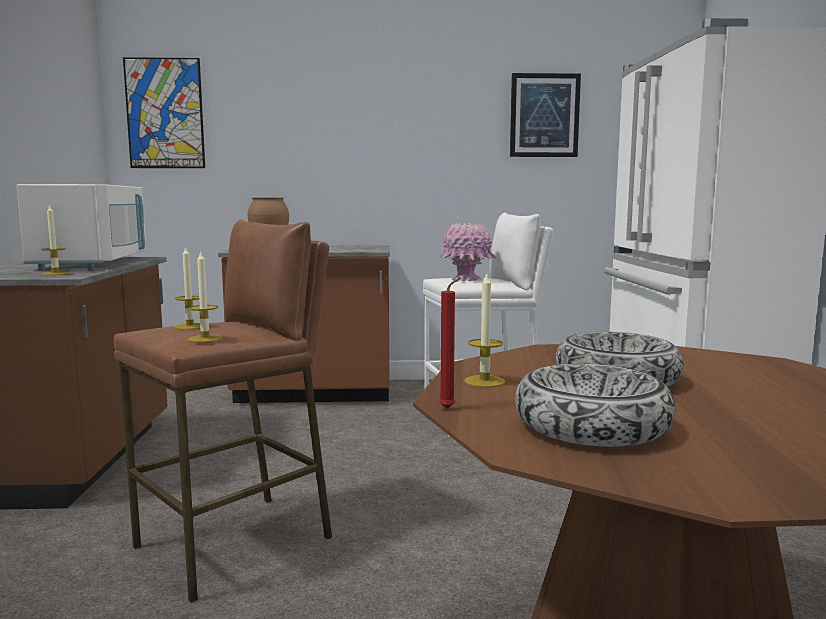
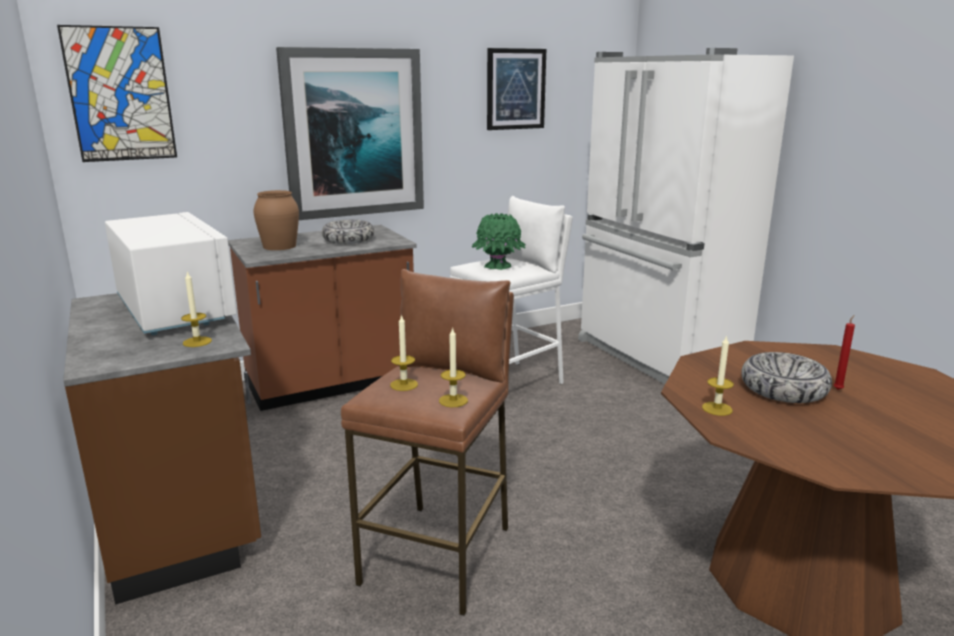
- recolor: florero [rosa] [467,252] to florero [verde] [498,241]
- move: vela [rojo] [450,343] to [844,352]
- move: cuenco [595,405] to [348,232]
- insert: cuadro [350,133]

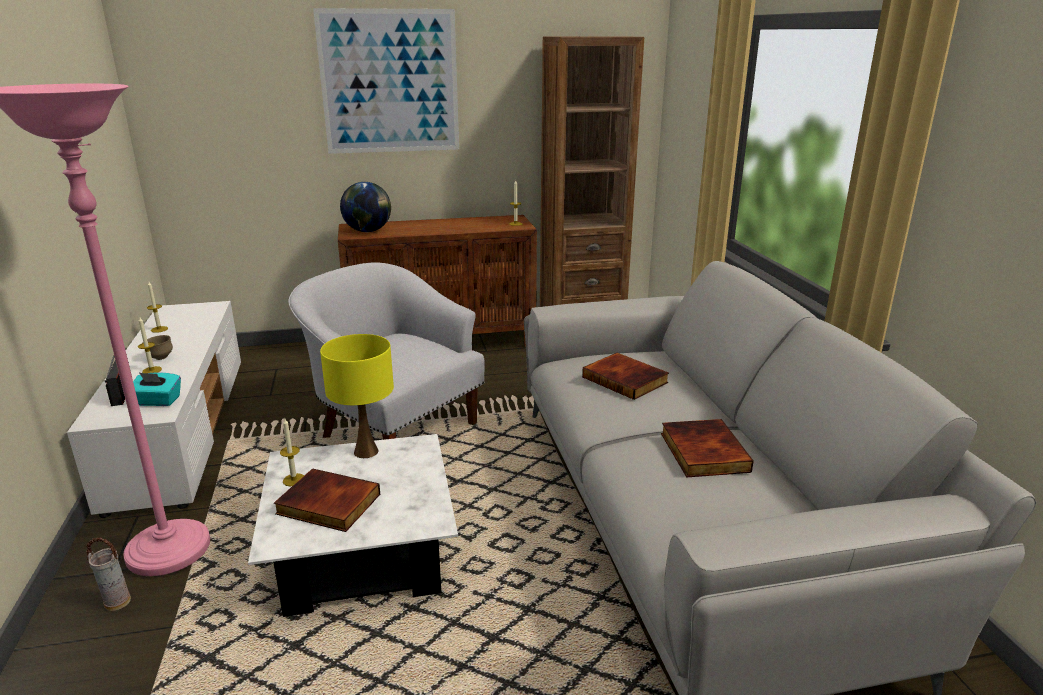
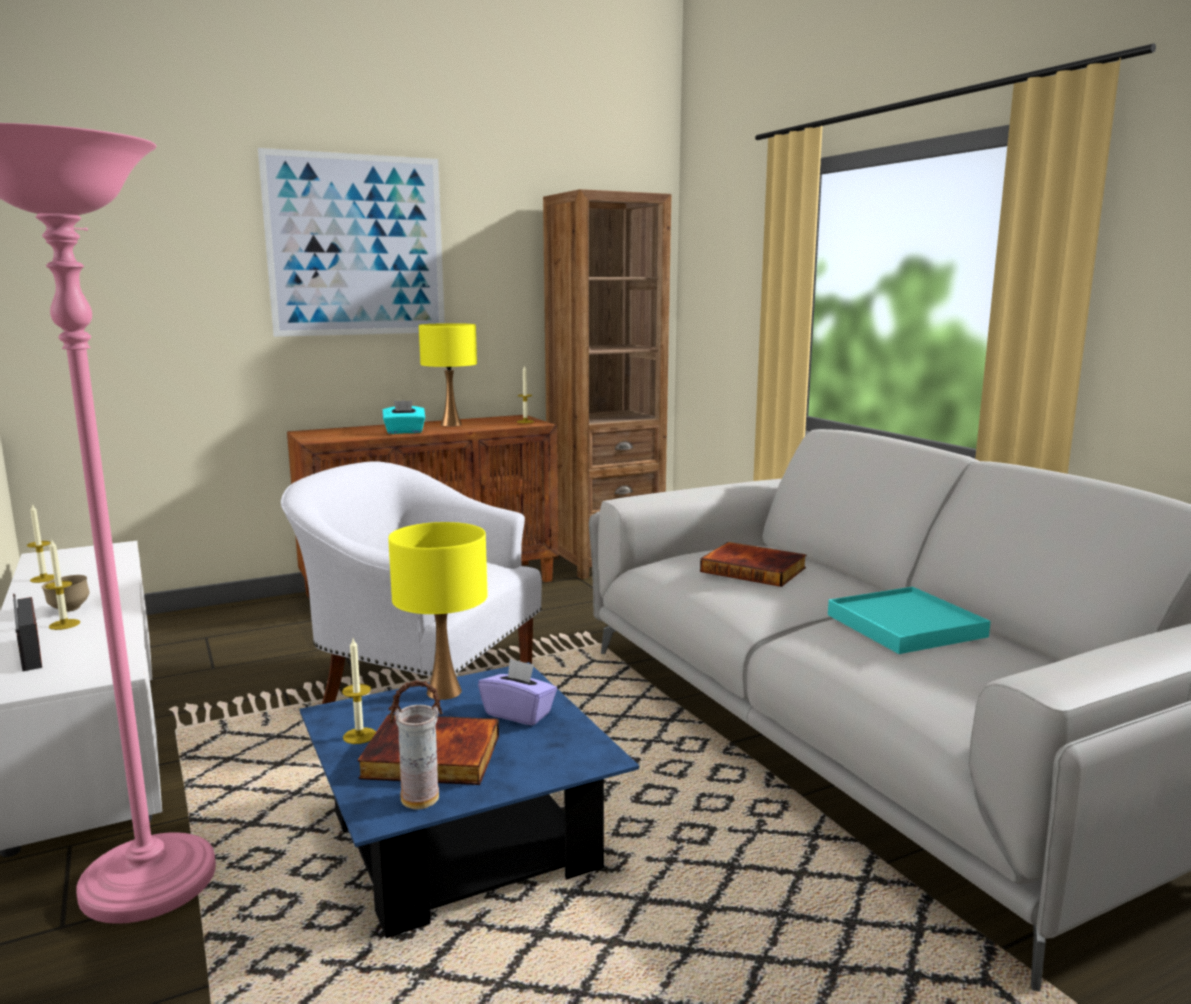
- move: florero [108,574] to [415,745]
- move: caja de pañuelos [turquesa] [157,389] to [403,417]
- recolor: mesa de centro [blanco] [353,525] to mesa de centro [azul] [469,800]
- delete: globo terráqueo [365,207]
- replace: libro [707,448] to bandeja [turquesa] [909,620]
- insert: lámpara de mesa [amarillo] [448,374]
- insert: caja de pañuelos [morado] [517,692]

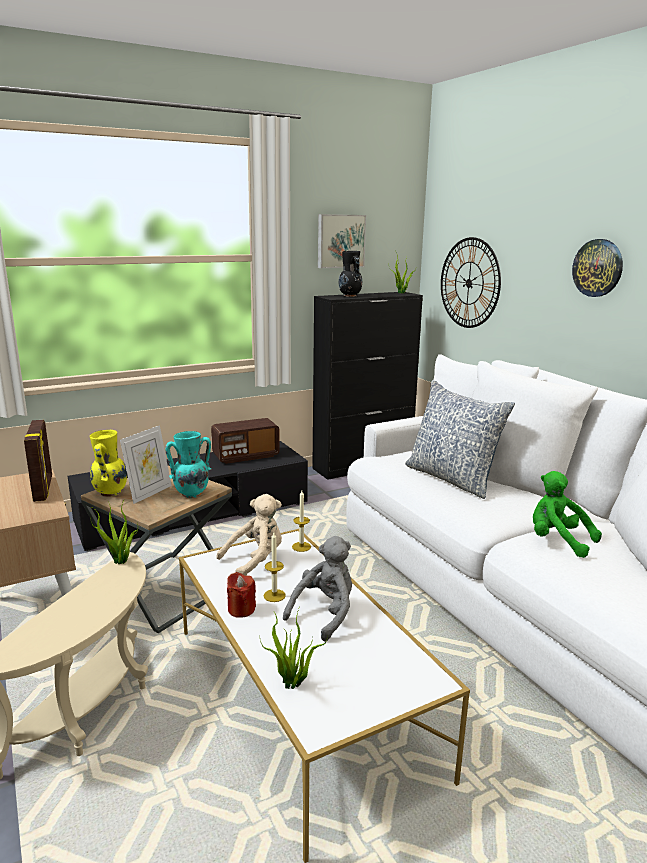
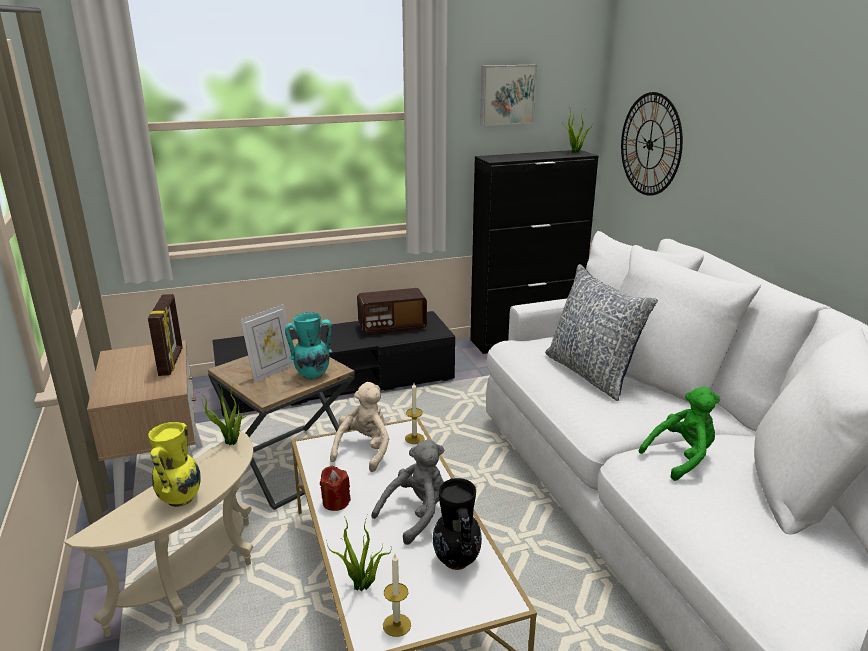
- move: florero [amarillo] [108,463] to [174,464]
- rotate: peluche [beis] [249,535] = [359,427] 45 degrees counterclockwise
- move: vela [275,567] to [397,595]
- move: florero [negro] [350,274] to [457,524]
- rotate: peluche [verde] [567,514] = [679,434] 105 degrees clockwise
- delete: reloj de pared [597,268]

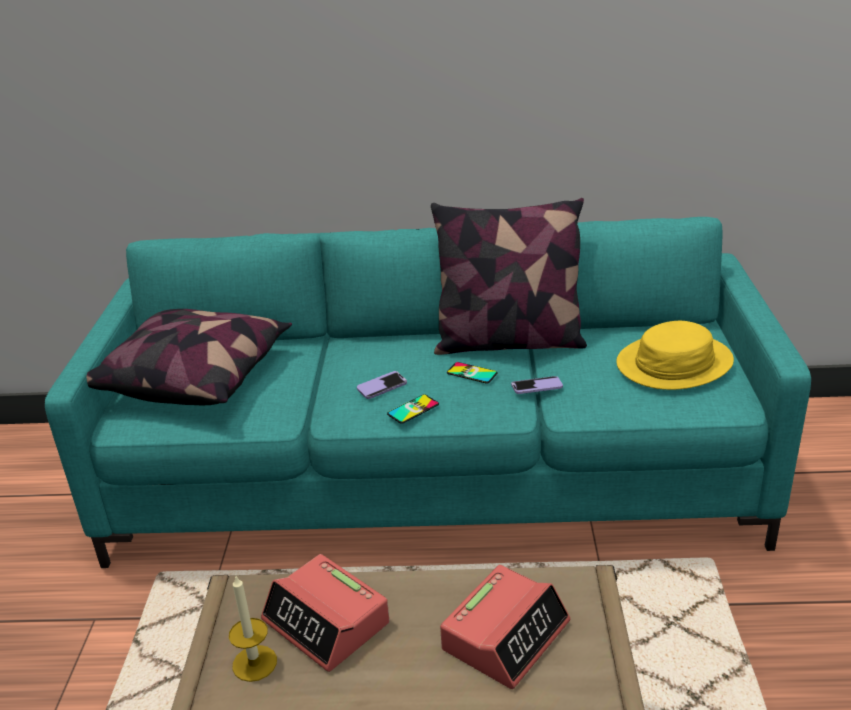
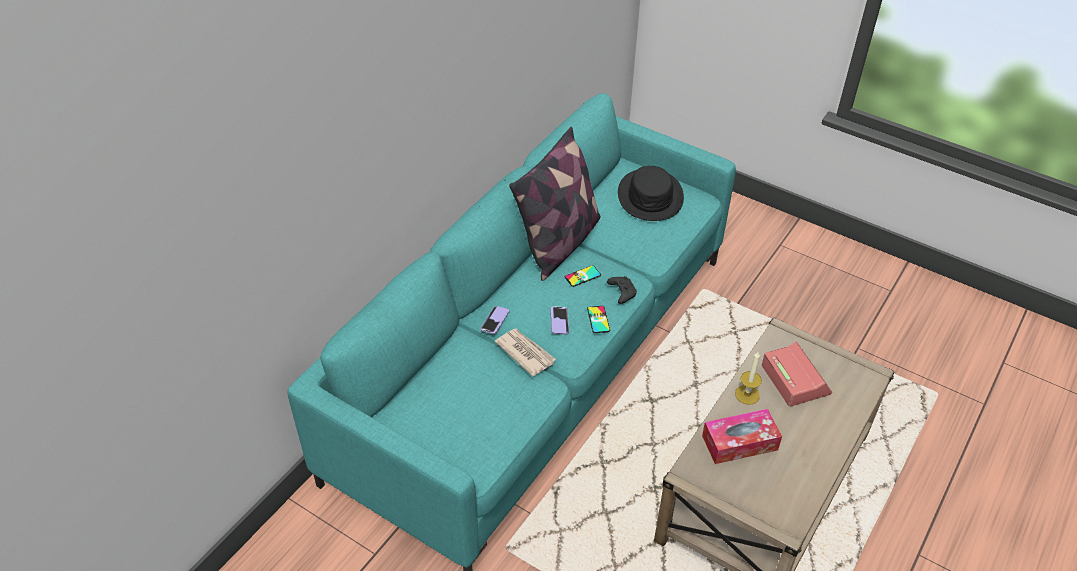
- delete: cojín [189,357]
- move: vela [253,629] to [748,378]
- replace: despertador [325,613] to caja de pañuelos [742,436]
- move: móvil [537,385] to [494,320]
- recolor: sombrero [amarillo] [675,355] to sombrero [negro] [651,193]
- insert: periódico [525,353]
- insert: mando de consola [negro] [622,290]

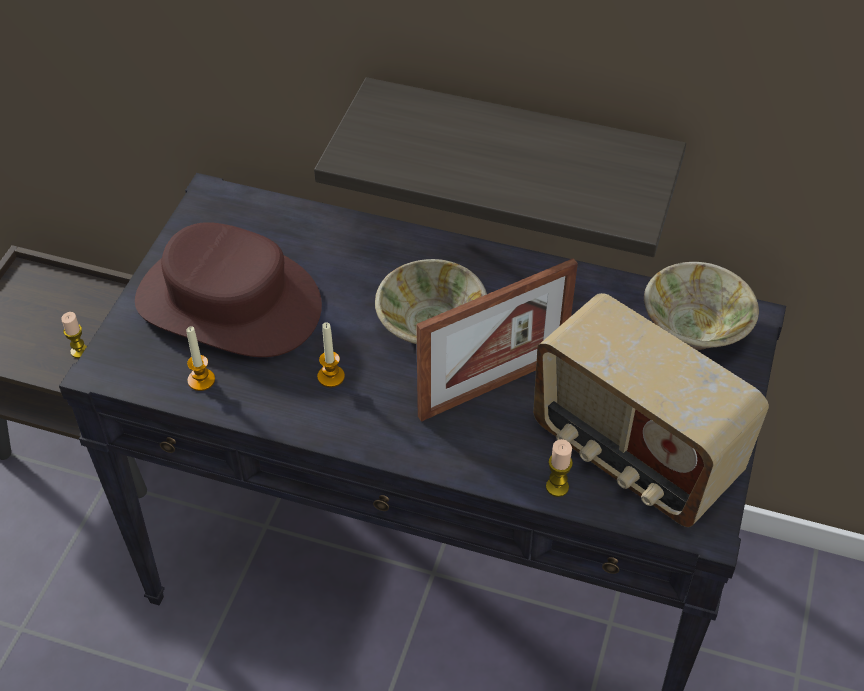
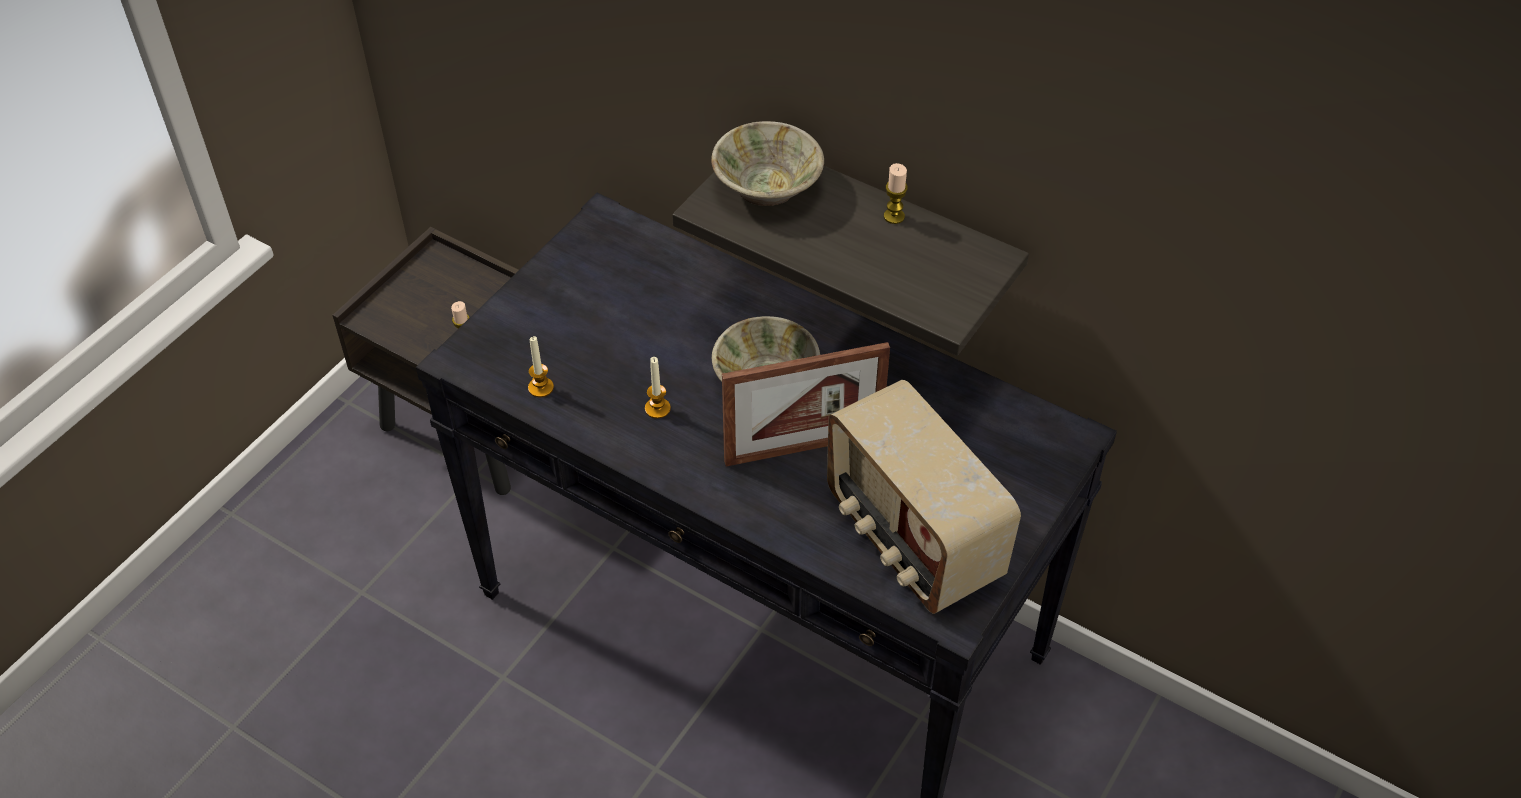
- delete: sombrero [marrón] [228,289]
- move: vela [559,468] to [896,193]
- move: cuenco [beis] [701,306] to [767,163]

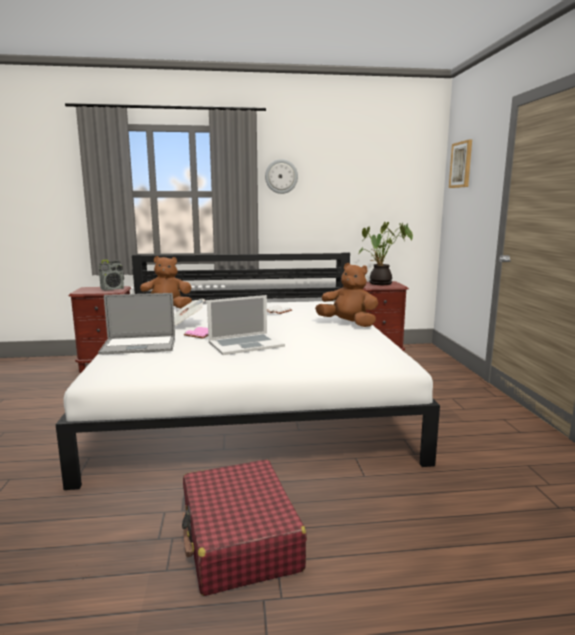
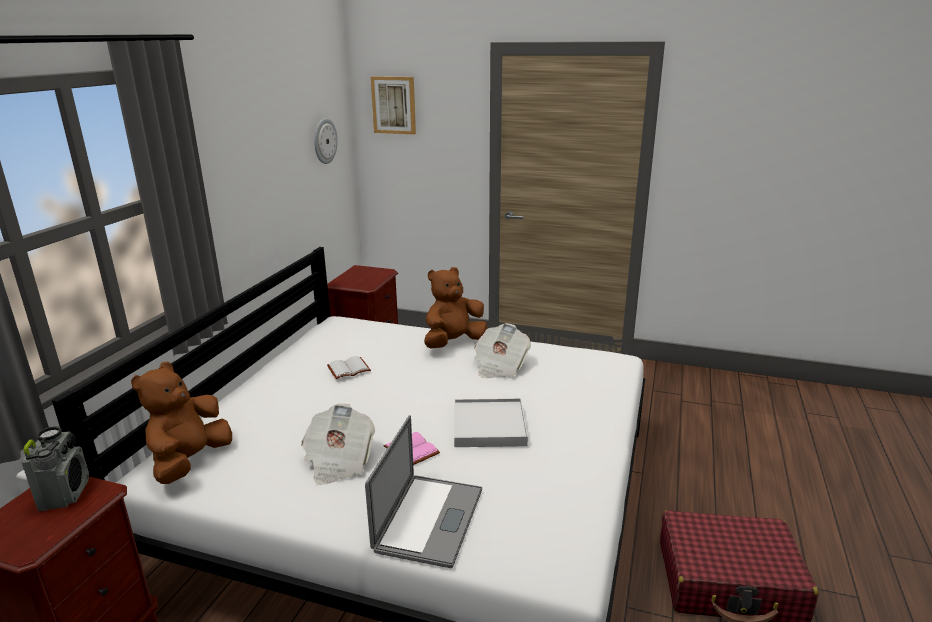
- replace: portátil [246,325] to bandeja [blanco] [491,422]
- move: reloj de pared [281,176] to [326,141]
- delete: planta en maceta [386,253]
- insert: periódico [502,350]

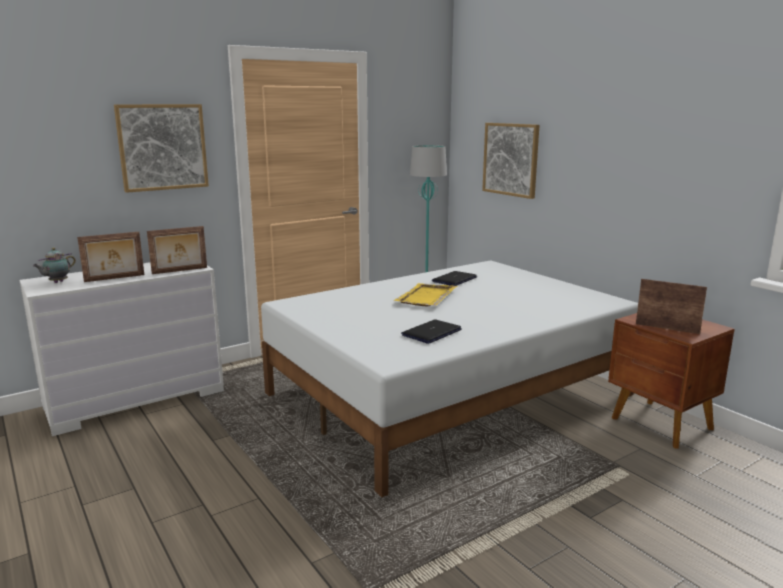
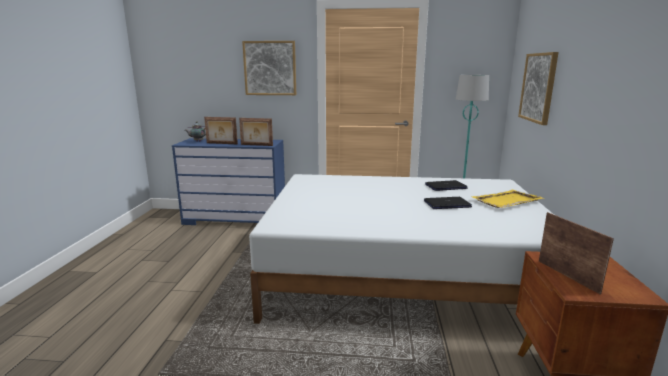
- recolor: cómoda [blanco] [121,349] to cómoda [azul] [228,181]
- move: bandeja [amarillo] [425,295] to [508,199]
- move: portátil [431,331] to [448,203]

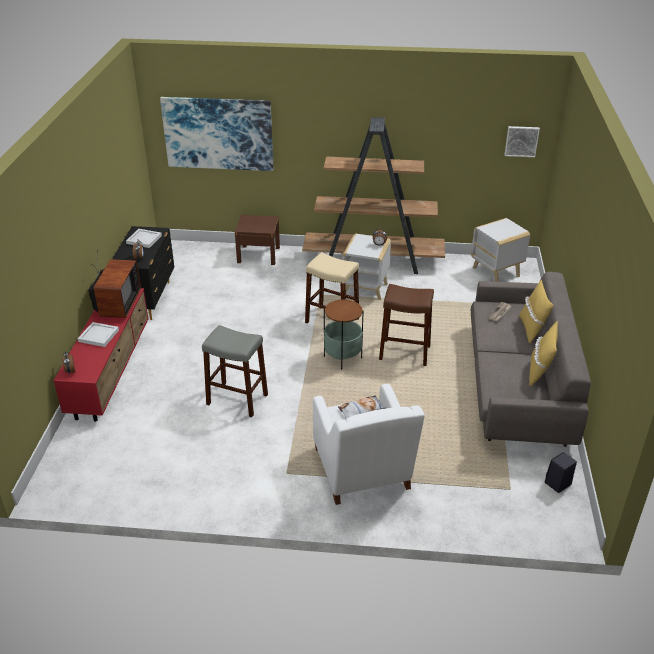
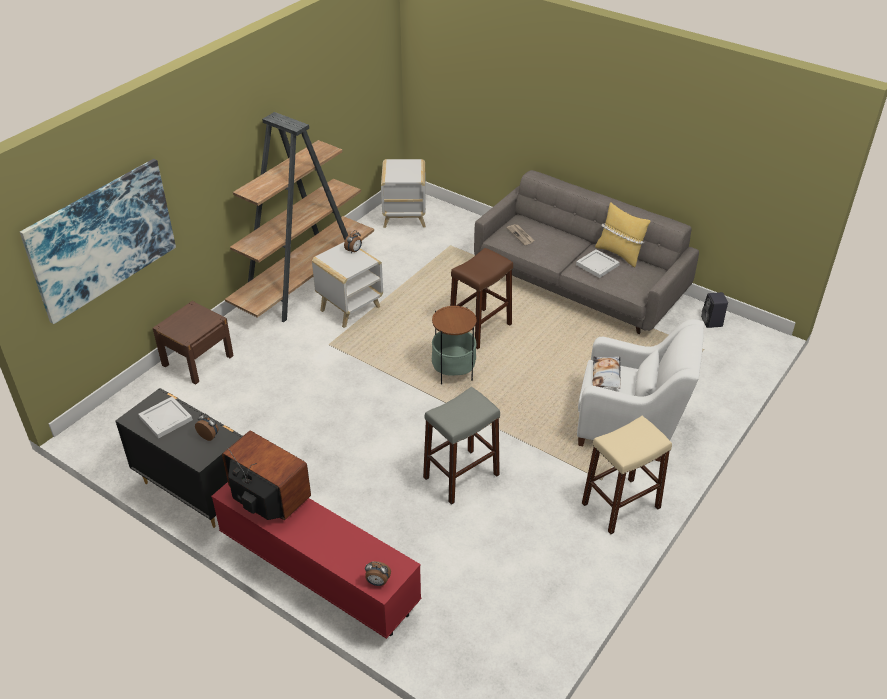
- move: bandeja [blanco] [98,334] to [598,263]
- move: taburete [beis] [332,287] to [627,475]
- delete: cuadro [522,141]
- delete: cojín [amarillo] [536,311]

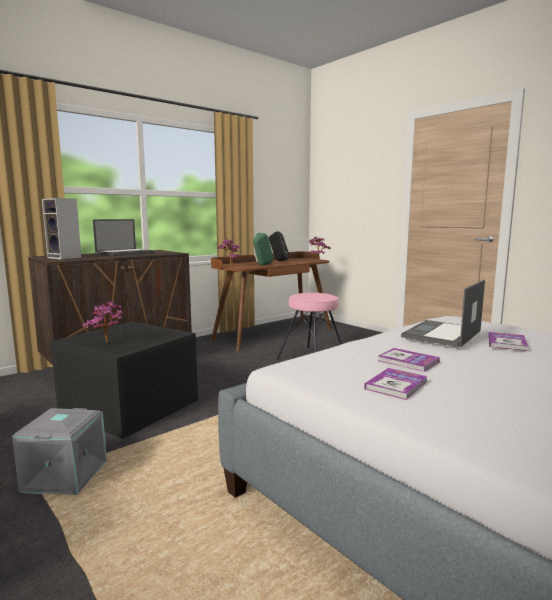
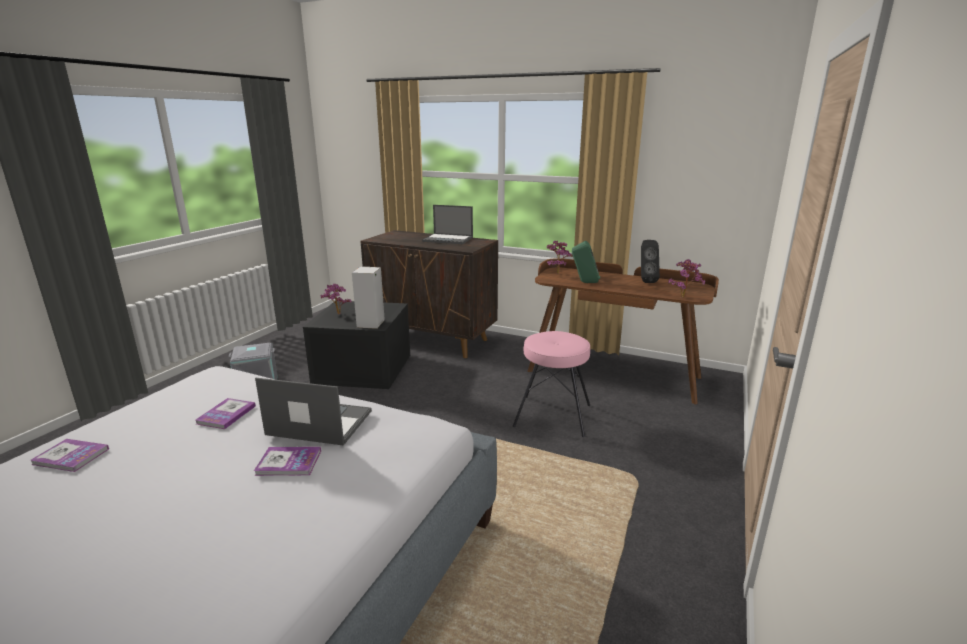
- move: altavoz [62,228] to [368,297]
- move: libro [396,384] to [69,455]

